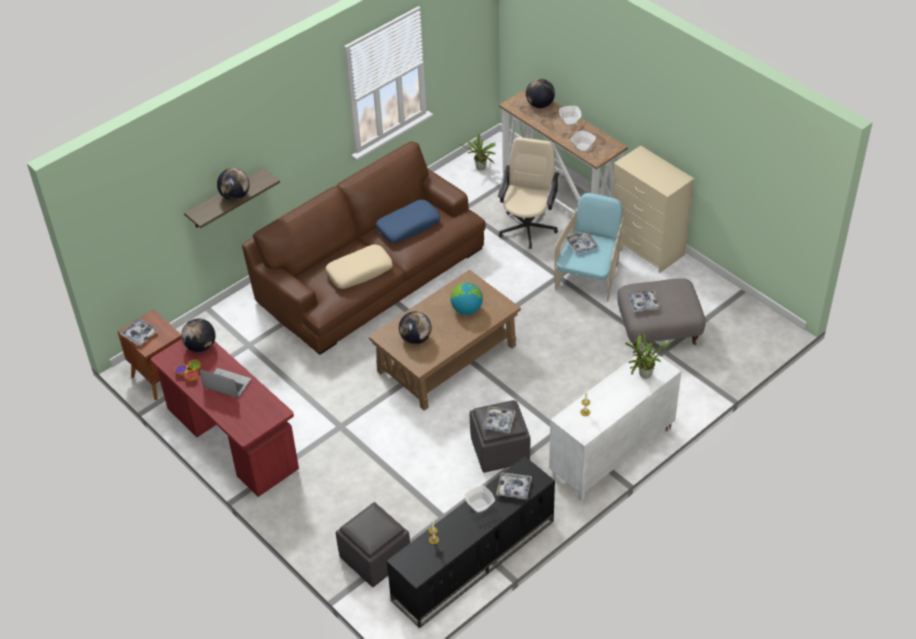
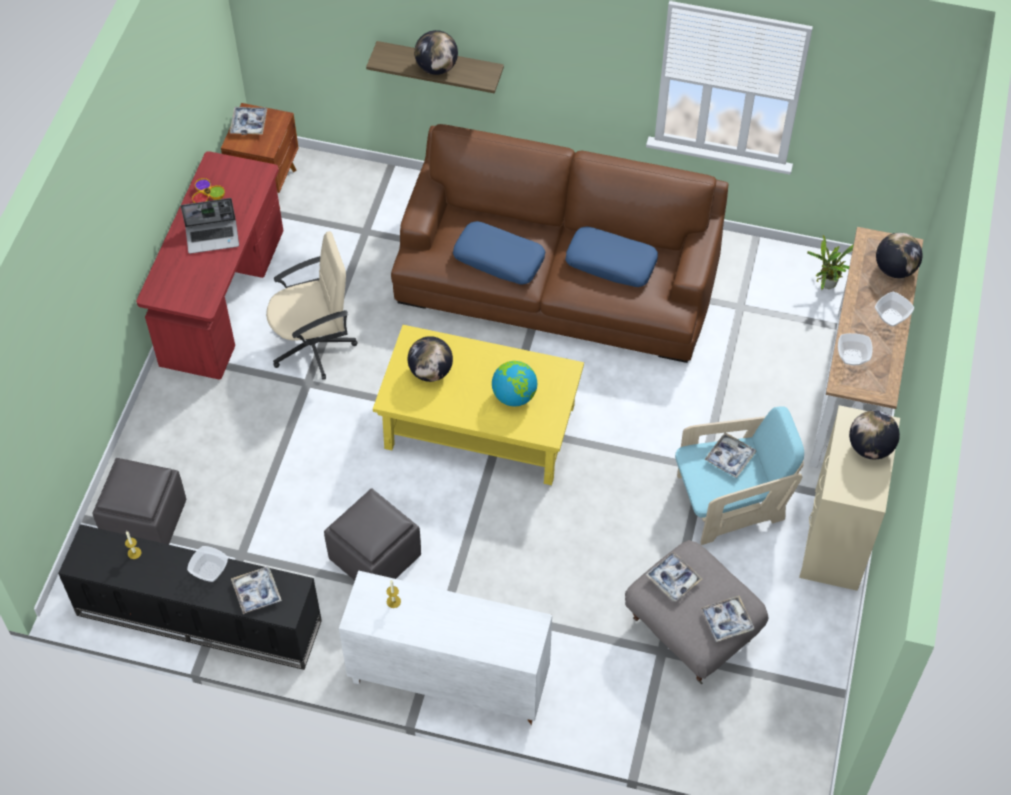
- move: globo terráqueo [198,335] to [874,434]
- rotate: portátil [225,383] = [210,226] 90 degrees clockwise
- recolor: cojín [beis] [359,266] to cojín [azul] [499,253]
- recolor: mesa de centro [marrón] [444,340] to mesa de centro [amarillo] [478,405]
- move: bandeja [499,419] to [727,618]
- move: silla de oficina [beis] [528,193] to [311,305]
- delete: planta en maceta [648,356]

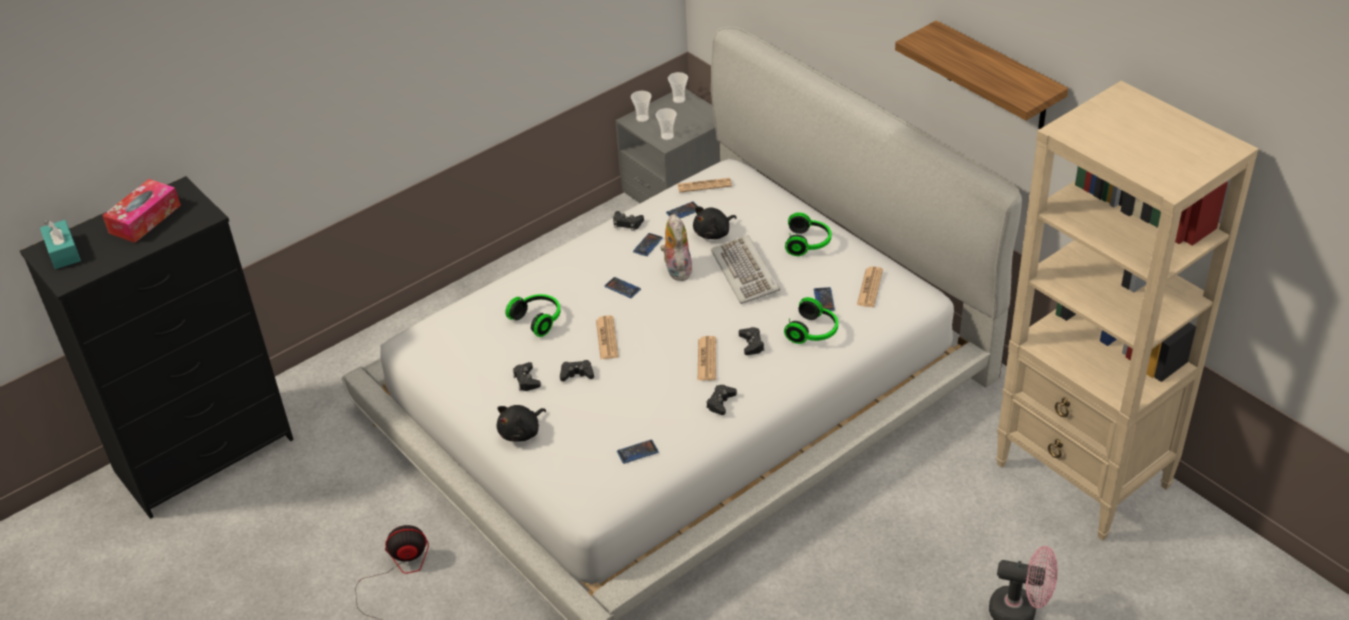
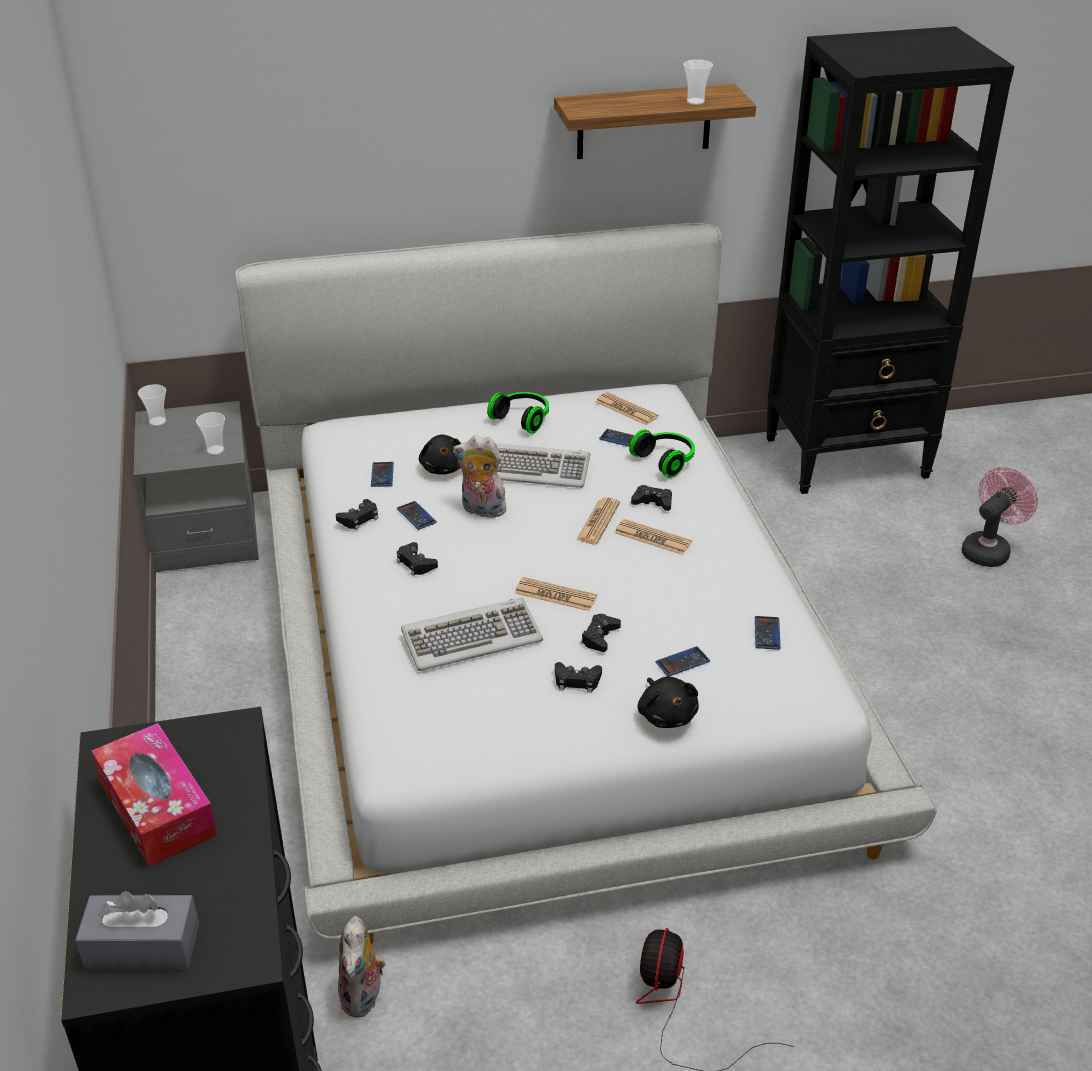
- recolor: caja de pañuelos [turquesa] [60,244] to caja de pañuelos [gris] [137,930]
- replace: auriculares [533,315] to teclado [472,634]
- move: móvil [622,287] to [682,661]
- move: taza [641,106] to [698,82]
- move: periódico [704,185] to [598,520]
- move: mando de consola [negro] [721,400] to [417,559]
- recolor: estantería [beis] [1127,311] to estantería [negro] [890,260]
- insert: peluche [361,967]

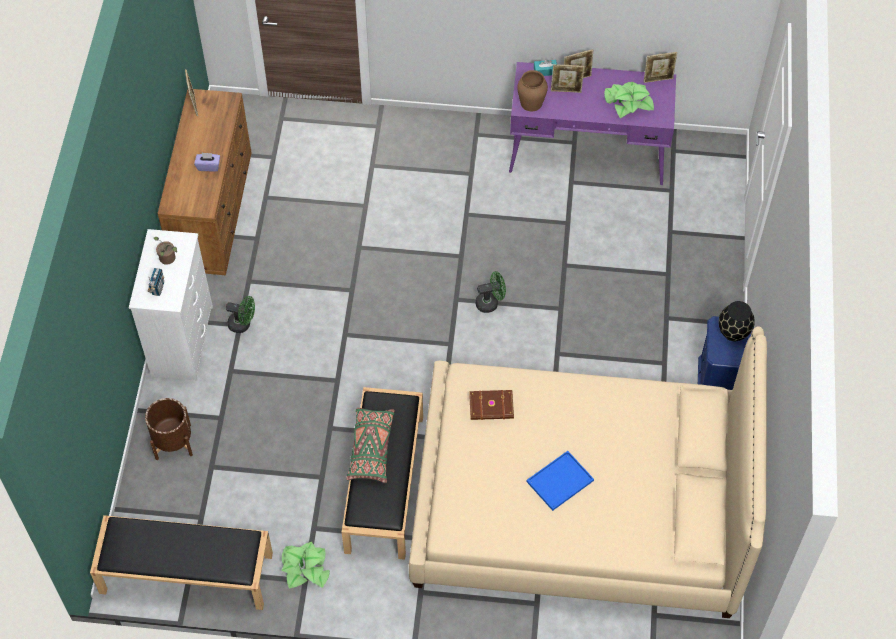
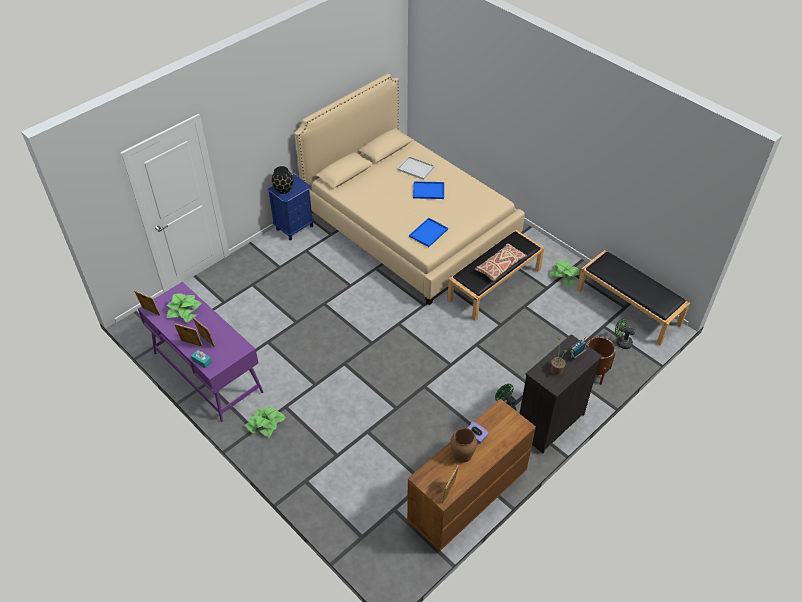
- recolor: cómoda [blanco] [171,305] to cómoda [negro] [560,393]
- recolor: cojín [verde] [370,445] to cojín [beis] [501,262]
- replace: libro [marrón] [491,405] to bandeja [azul] [428,232]
- move: ventilador [verde] [491,292] to [625,333]
- move: florero [marrón] [532,90] to [463,445]
- insert: planta en maceta [265,422]
- insert: bandeja [blanco] [416,168]

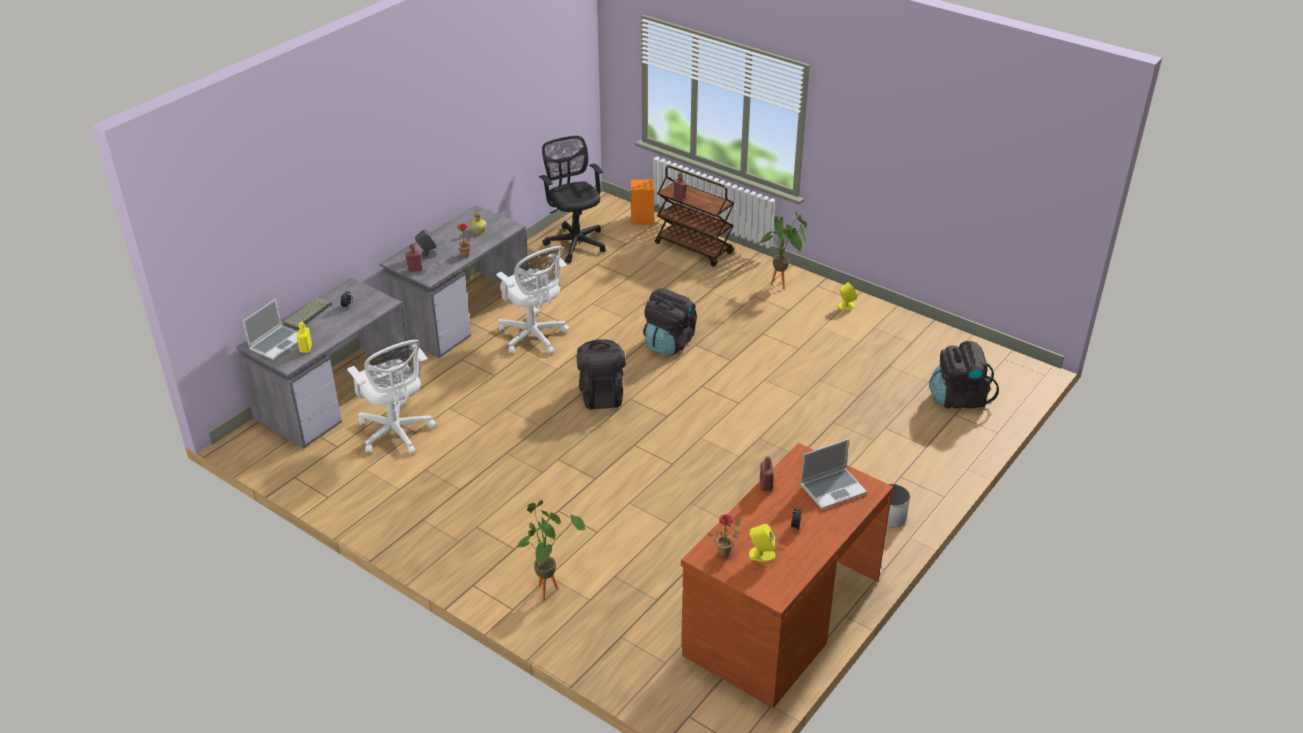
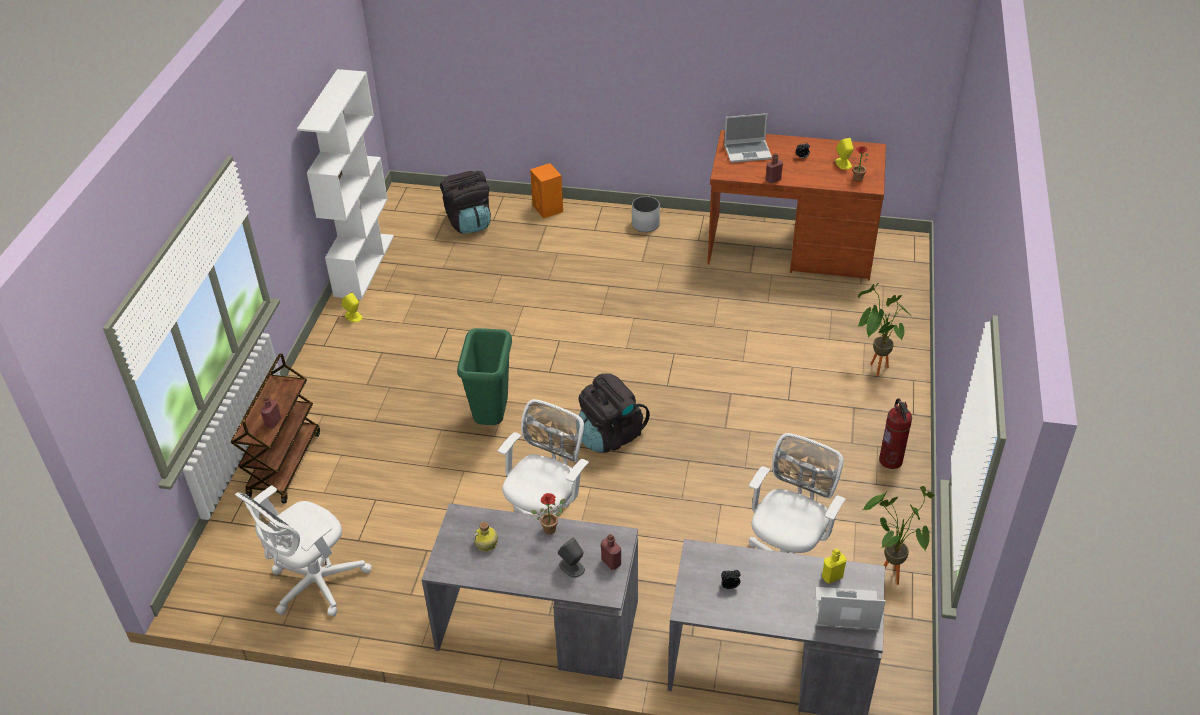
- delete: teclado [308,313]
- recolor: silla de oficina [negro] [572,199] to silla de oficina [blanco] [303,550]
- move: altavoz [naranja] [642,202] to [546,191]
- replace: mochila [negro] [670,321] to papelera [verde] [484,376]
- move: planta en maceta [783,250] to [898,535]
- rotate: portátil [833,474] = [748,138] 135 degrees clockwise
- insert: estantería [blanco] [345,184]
- insert: extintor [895,433]

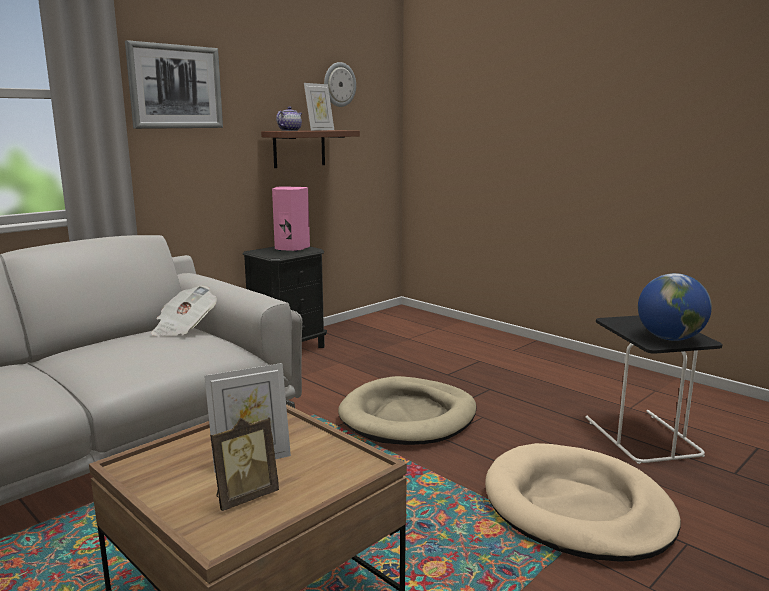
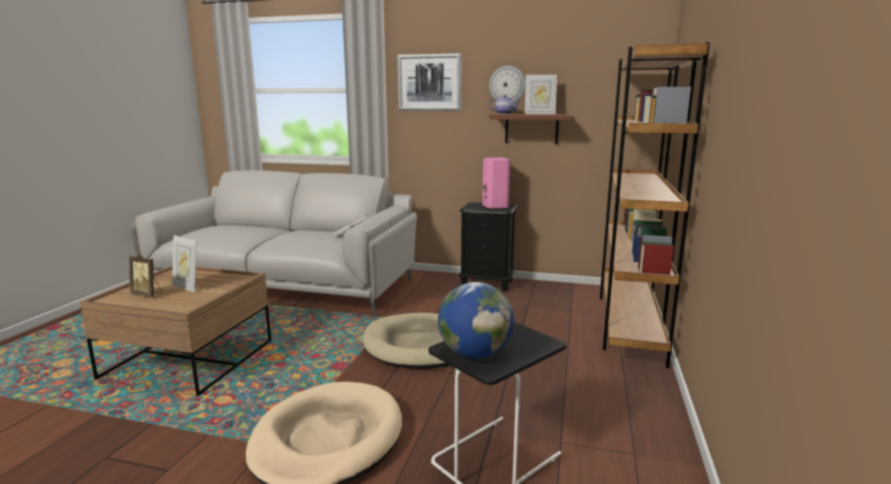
- move: reloj de pared [340,84] to [507,84]
- insert: estantería [marrón] [655,205]

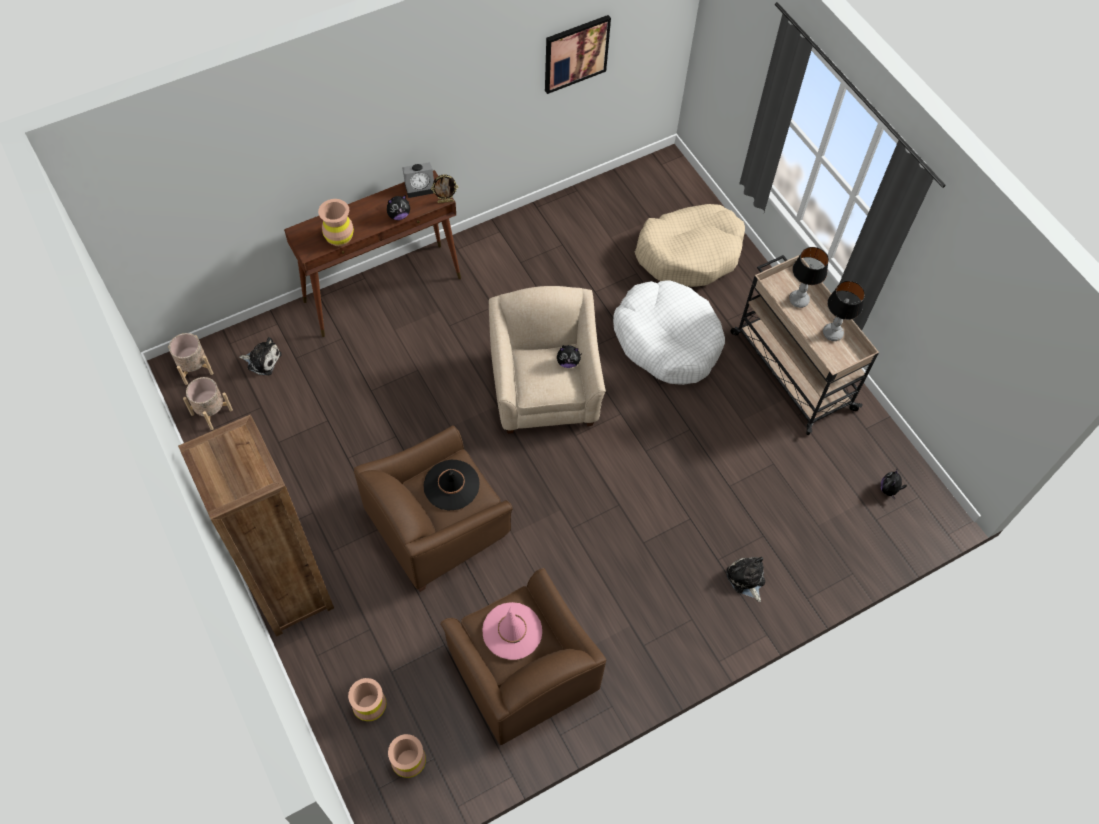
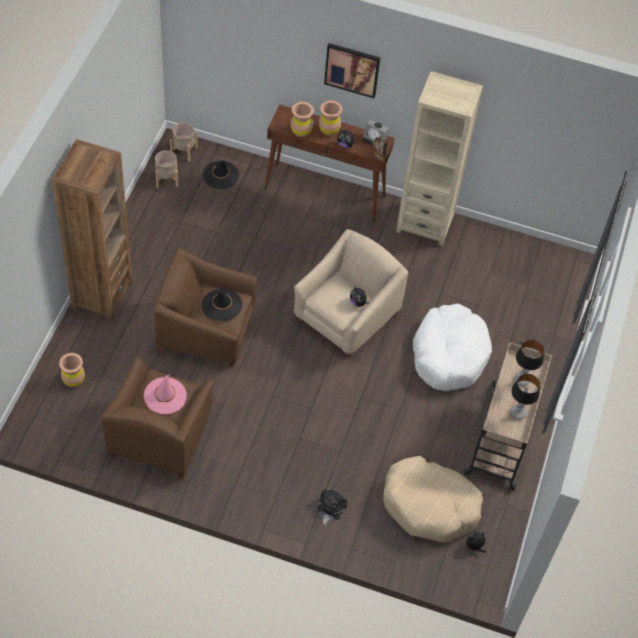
- replace: peluche [260,356] to sombrero [negro] [221,174]
- move: florero [marrón] [407,756] to [330,118]
- move: cuadro [578,54] to [352,70]
- move: cama para perro [beis] [690,245] to [433,499]
- insert: estantería [beis] [439,158]

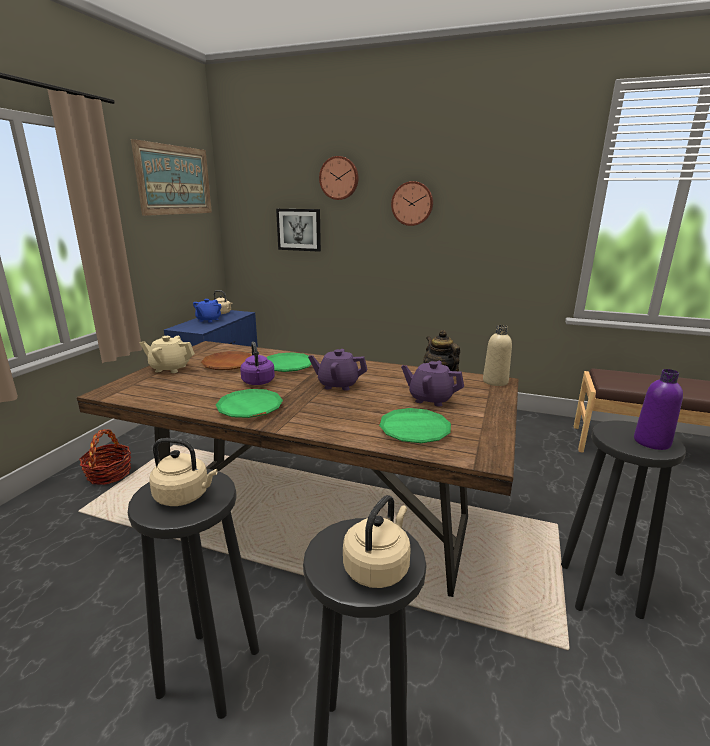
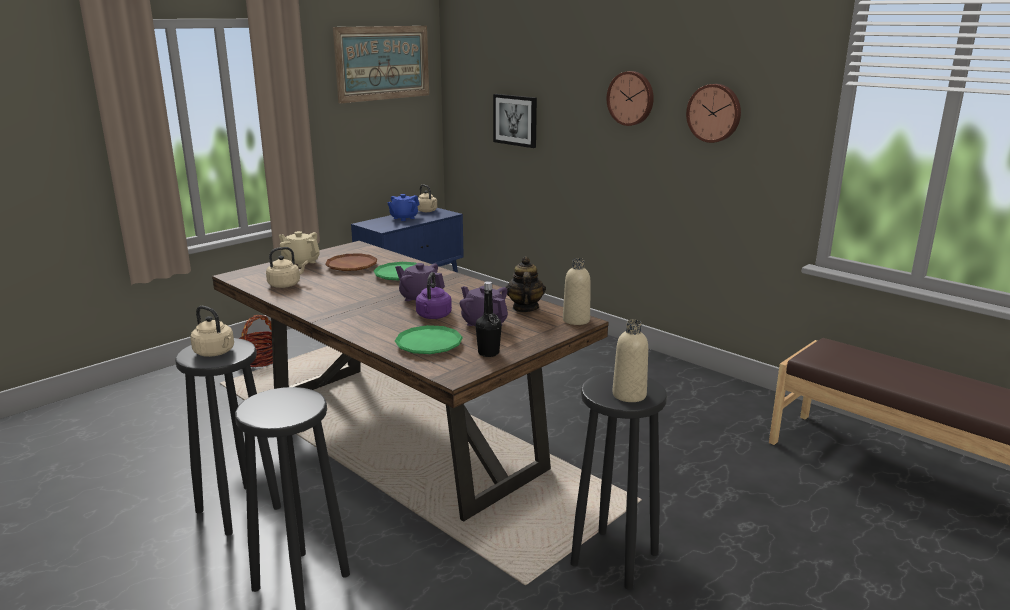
- delete: plato [verde] [249,403]
- move: hervidor [morado] [257,363] to [434,295]
- move: reloj de pared [338,178] to [713,113]
- move: hervidor [beis] [377,541] to [287,267]
- recolor: botella [morado] [658,409] to botella [beis] [630,361]
- insert: botella [negro] [488,319]

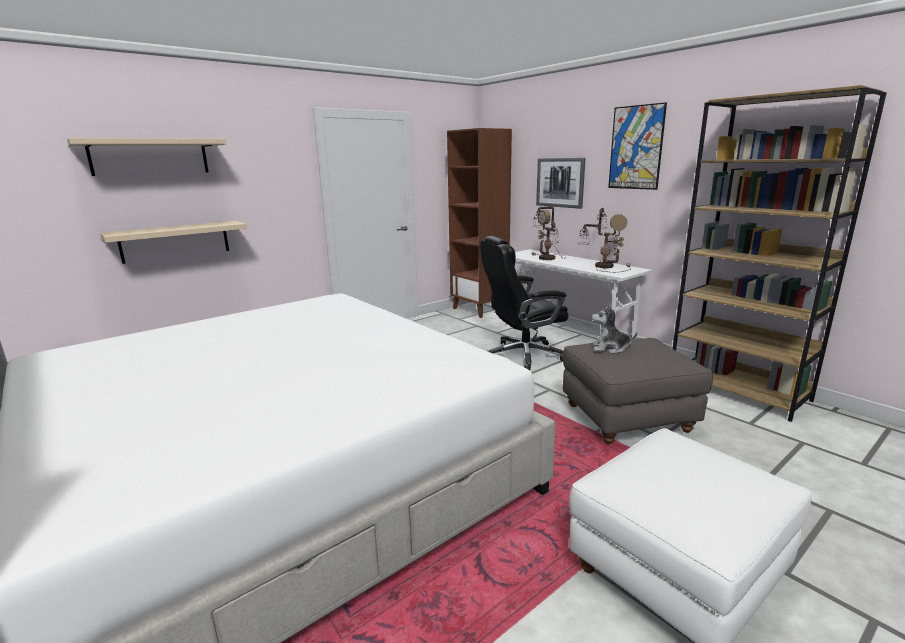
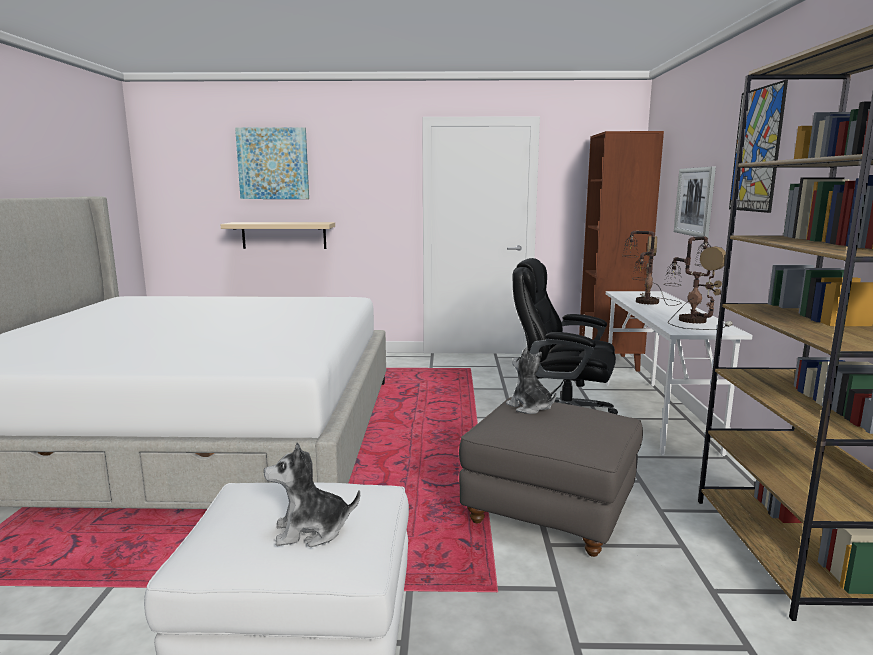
- replace: estante [beis] [146,157] to cuadro [272,163]
- insert: peluche [312,494]

